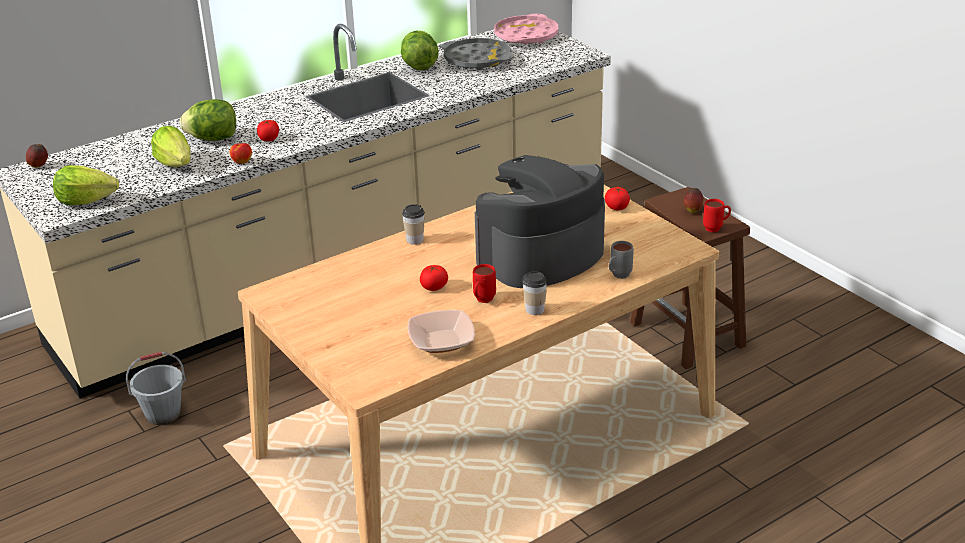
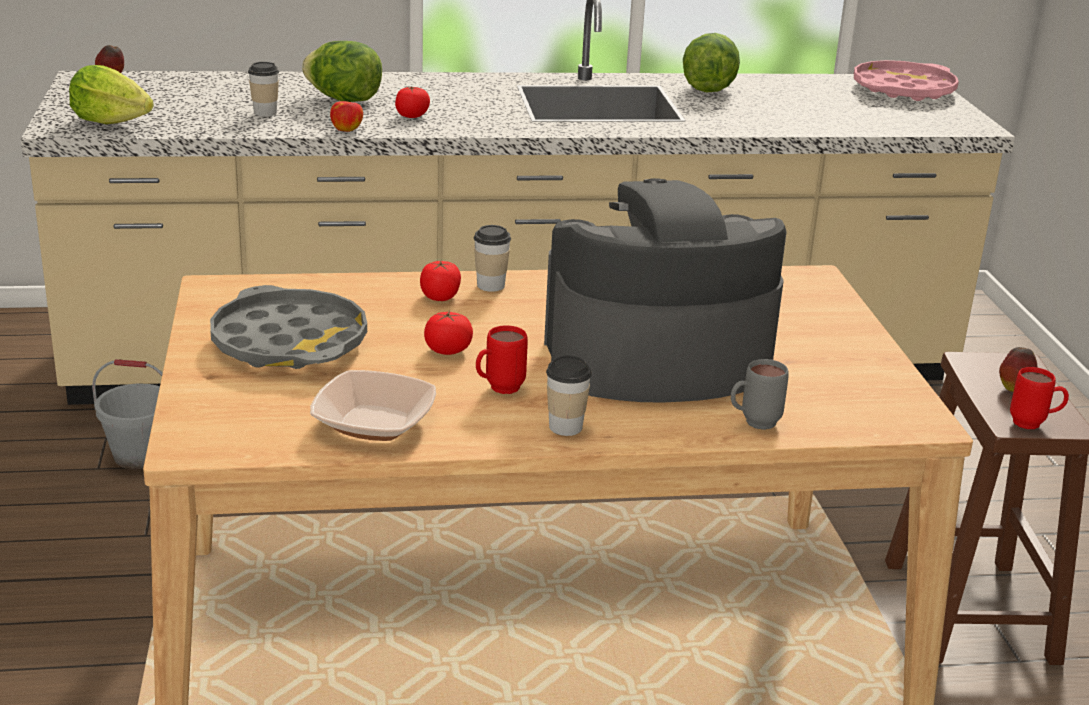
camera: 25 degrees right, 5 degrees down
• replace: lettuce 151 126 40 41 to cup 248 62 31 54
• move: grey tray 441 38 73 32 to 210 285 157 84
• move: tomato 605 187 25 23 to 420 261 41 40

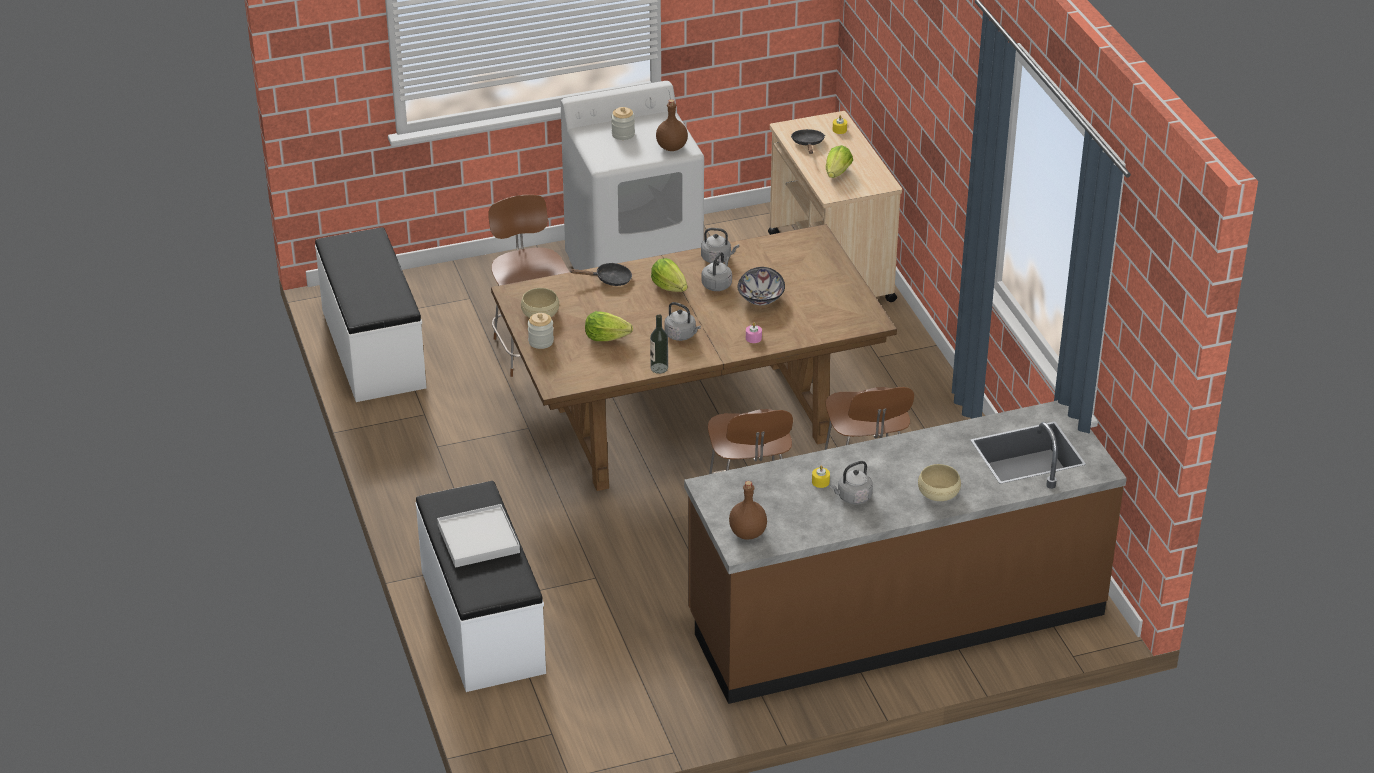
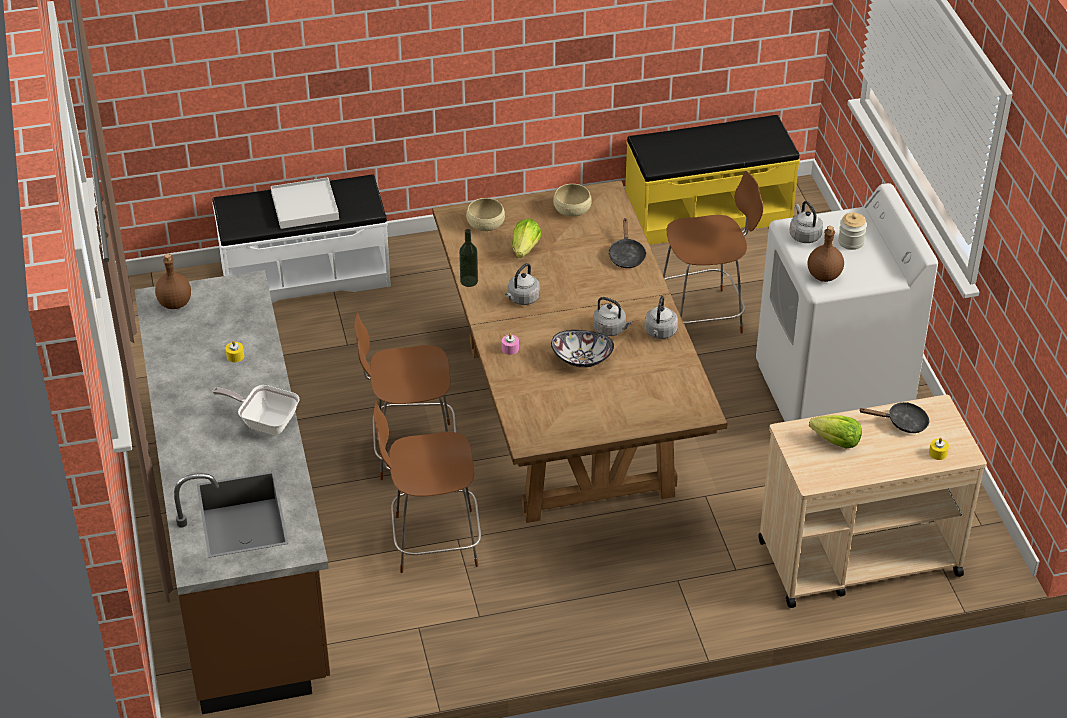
camera: 95 degrees right, 5 degrees up
• recolor: white bench 315 227 111 175 to yellow bench 625 115 175 130
• delete: jar 528 313 26 36
• delete: lettuce 651 258 37 34
• move: grey kettle 830 461 43 43 to 790 201 33 42
• move: beige bowl 918 464 43 37 to 466 198 39 33
• insert: frying pan 212 385 88 50

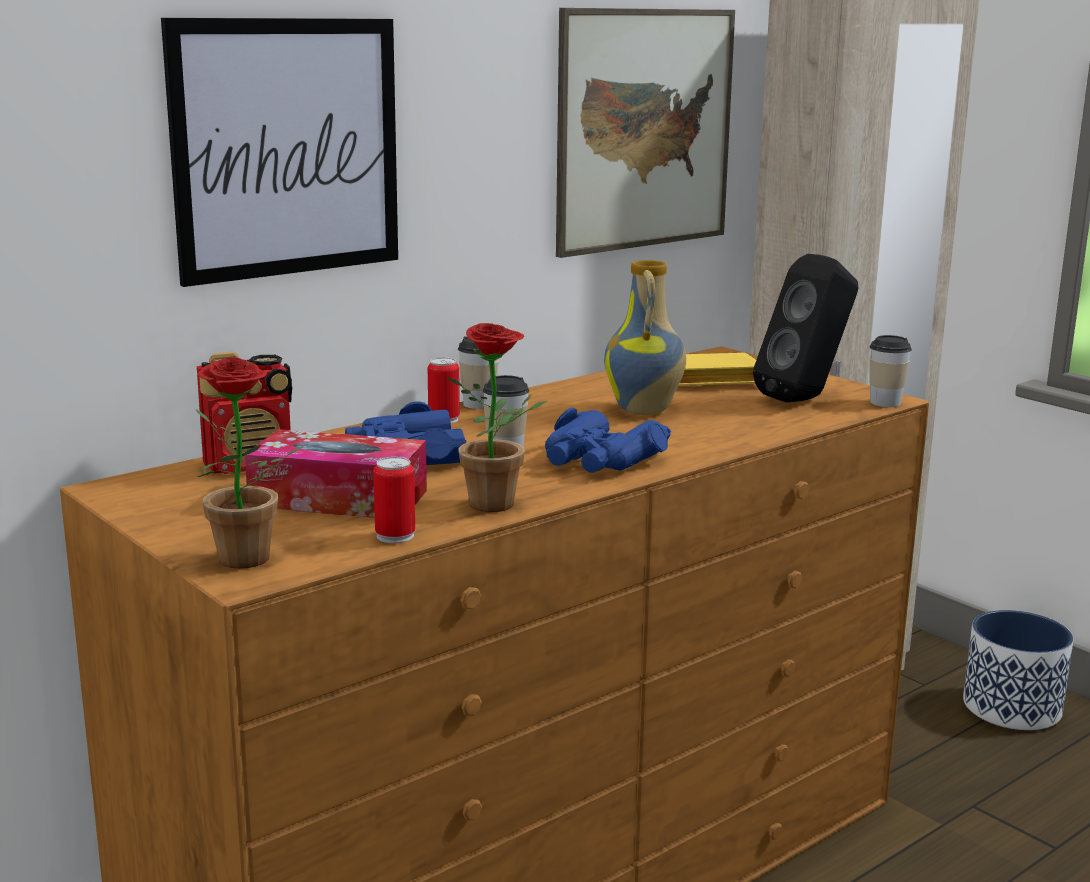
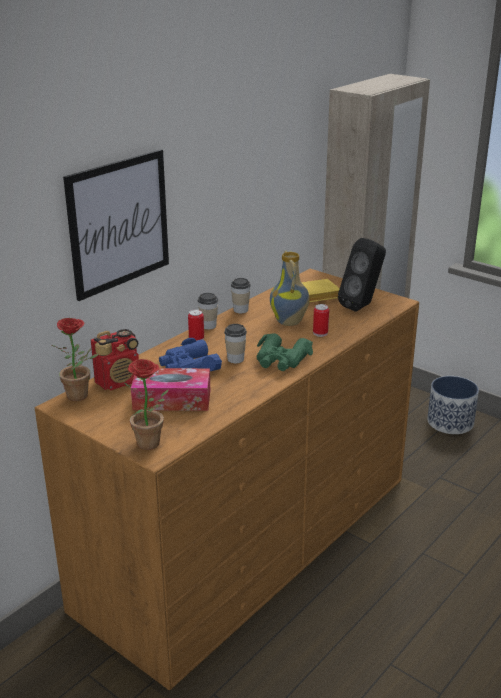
camera: 10 degrees left, 10 degrees up
• move: can 373 457 42 86 to 313 304 16 33
• move: potted plant 448 323 99 189 to 51 318 47 83
• recolor: blue binoculars 545 408 126 65 to green binoculars 257 333 56 38
• delete: picture 556 8 179 250
• move: cup 869 335 43 72 to 231 278 20 35

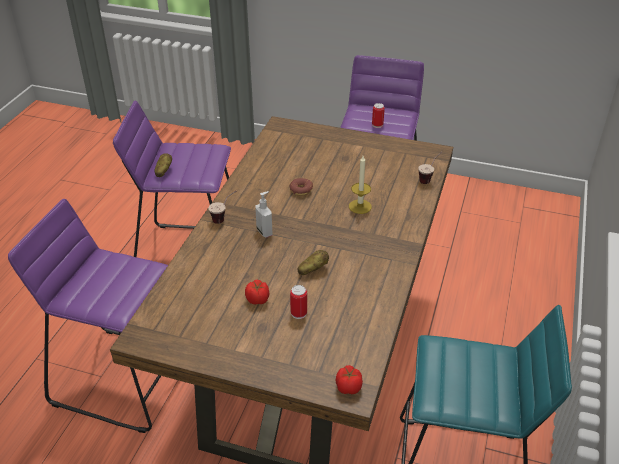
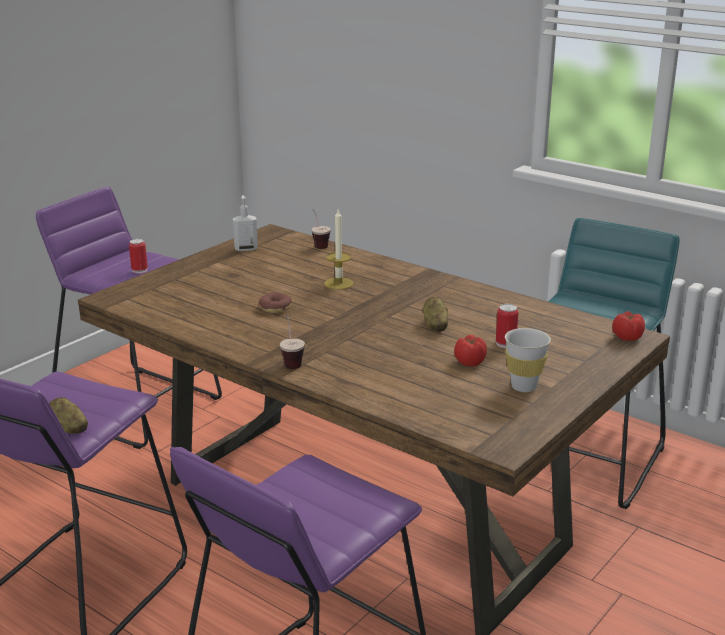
camera: 70 degrees left, 15 degrees down
• move: soap dispenser 255 191 17 47 to 233 195 25 56
• insert: white cup 505 328 46 64

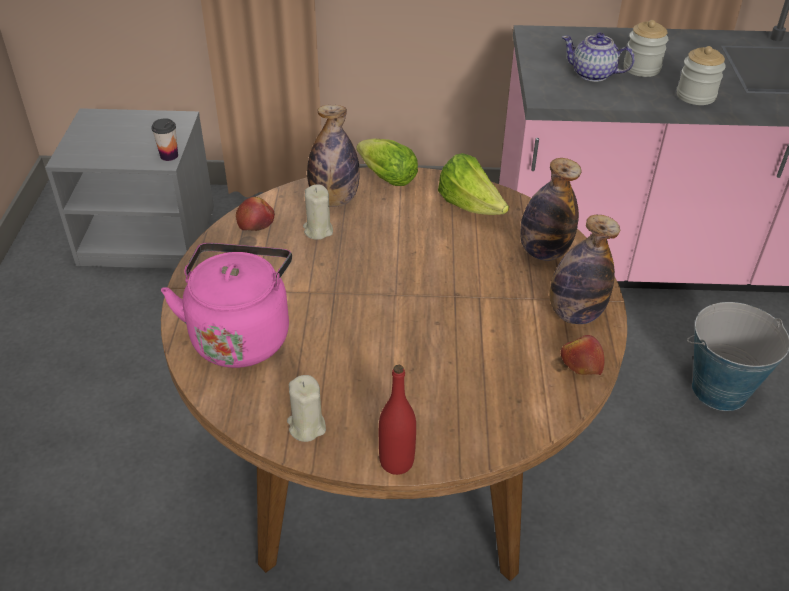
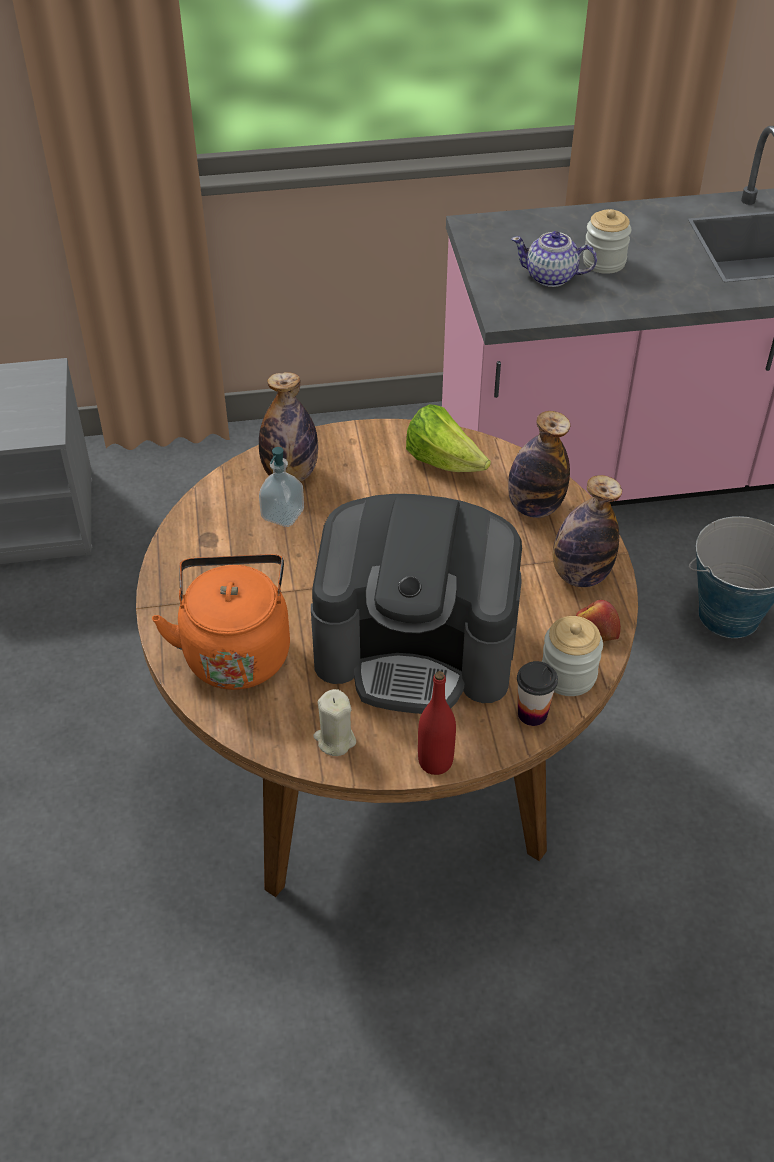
camera: 10 degrees left, 5 degrees up
• move: cup 151 118 27 43 to 517 661 41 65
• recolor: pink kettle 161 243 131 125 to orange kettle 152 554 138 136
• delete: apple 236 197 39 34
• replace: beige candle 303 184 30 56 to soap dispenser 259 447 45 80
• delete: lettuce 357 138 61 48
• move: jar 677 46 49 59 to 542 616 61 80
• insert: coffee machine 311 494 211 220

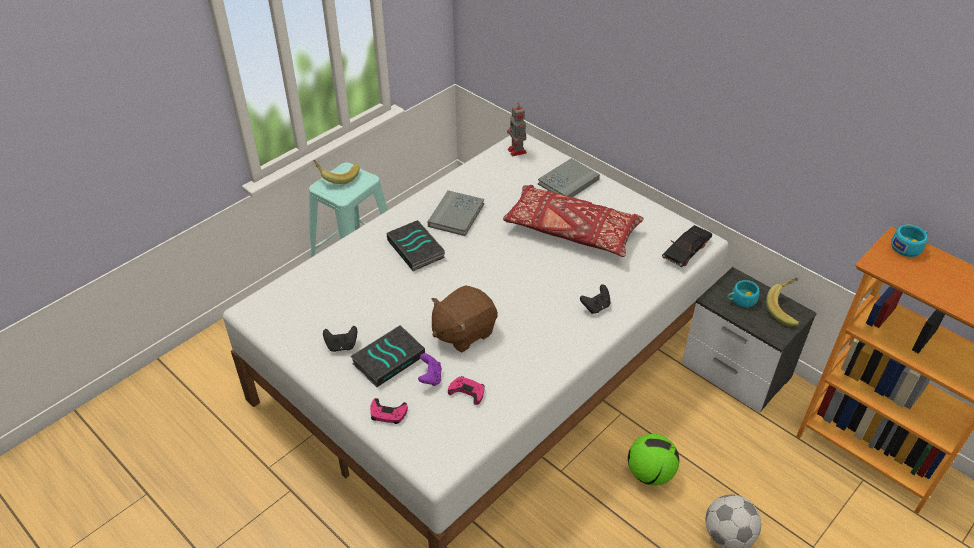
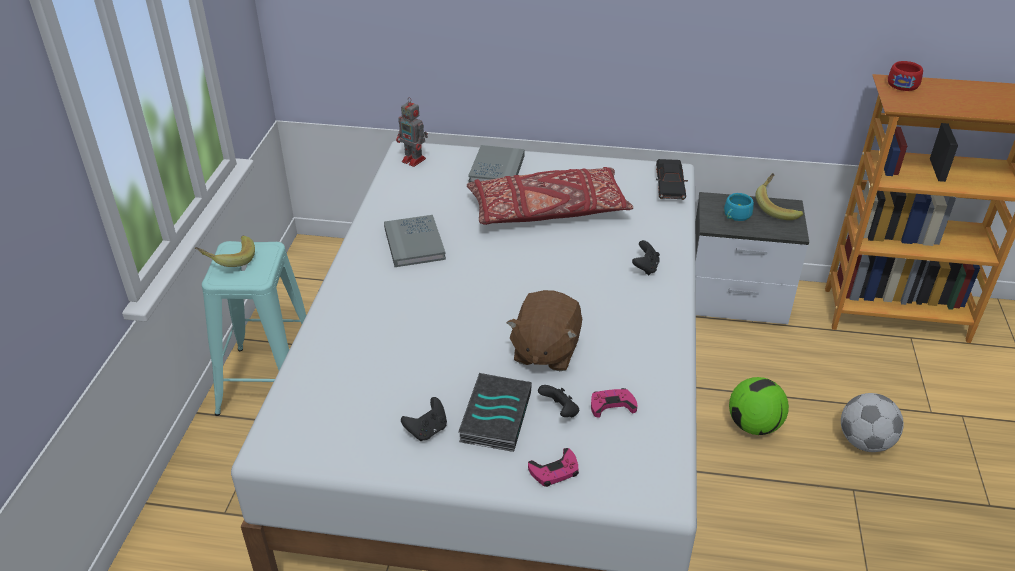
camera: 35 degrees left, 5 degrees down
• delete: book 386 220 59 51
• recolor: purple game controller 418 353 24 33 to black game controller 538 385 41 32
• recolor: turquoise cup 891 225 37 32 to red cup 888 61 35 30

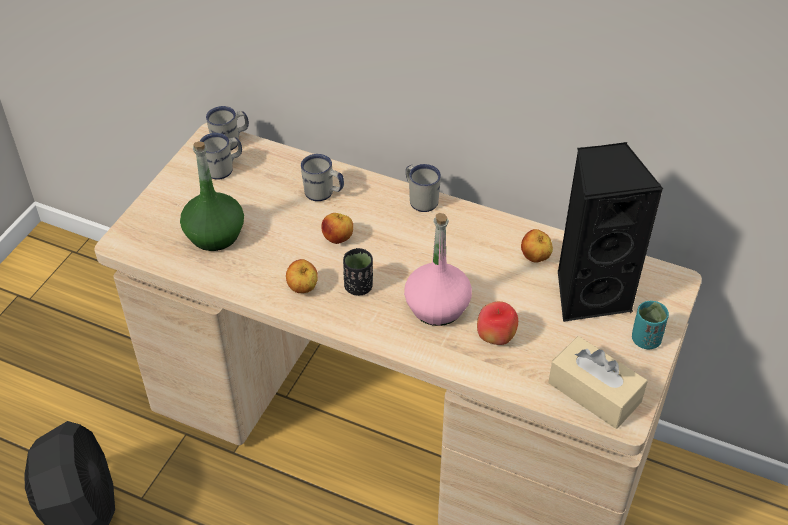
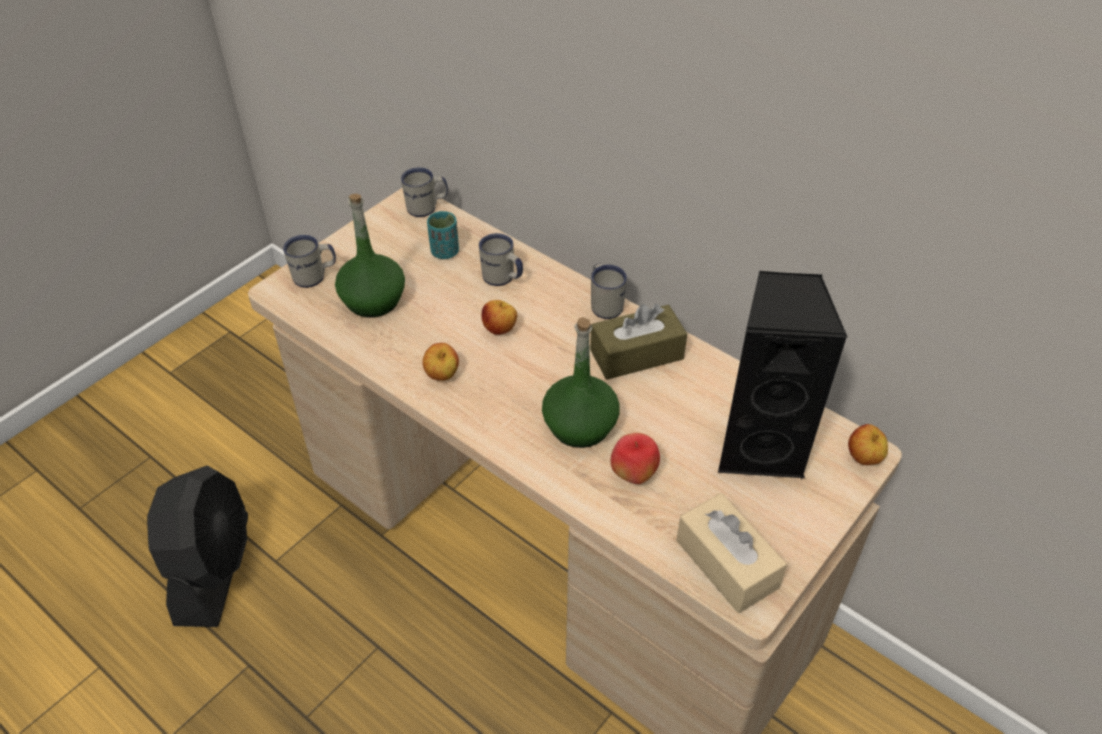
camera: 15 degrees right, 0 degrees up
• move: white mug 200 133 42 47 to 283 235 53 53
• delete: black cup 343 248 30 48
• recolor: pink bottle 404 213 68 113 to green bottle 542 317 78 131
• move: apple 521 229 32 34 to 848 424 40 41
• move: turquoise cup 632 301 37 48 to 427 211 32 48
• insert: brown tissue box 590 304 97 76

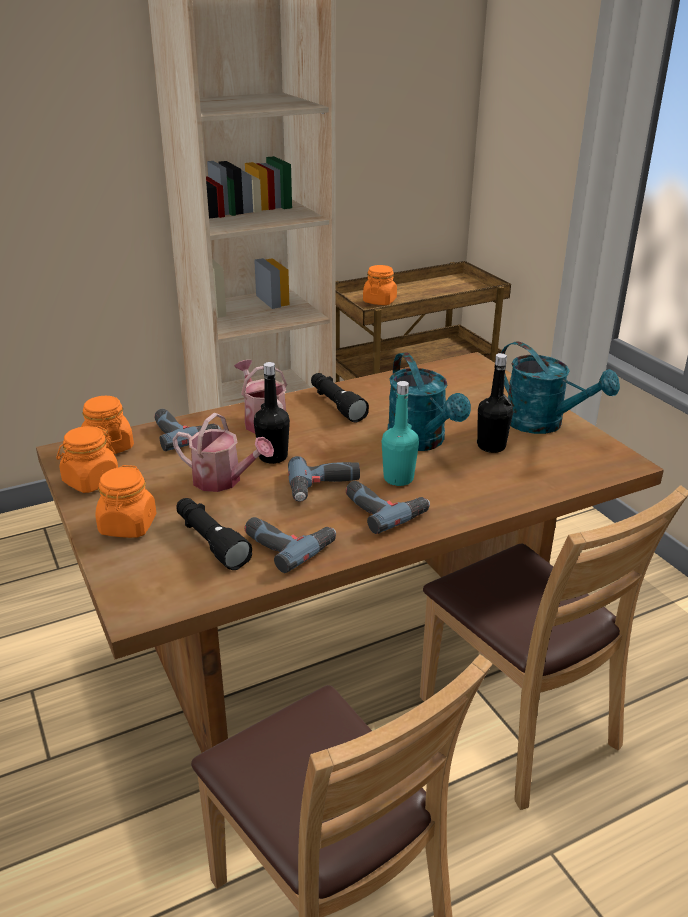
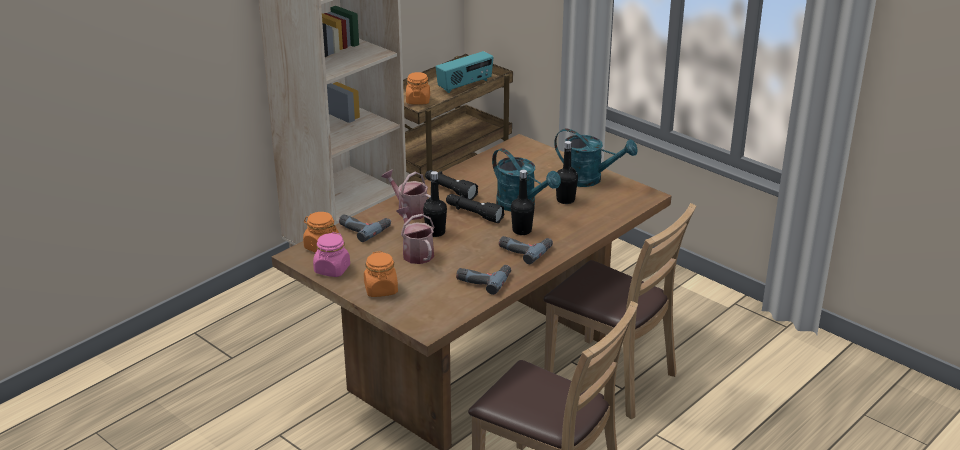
camera: 20 degrees left, 0 degrees up
• recolor: orange jar 56 426 62 67 to pink jar 313 232 37 45
• rotate: watering can 172 413 102 79 = 396 207 39 57 120 degrees counterclockwise
• move: black flashlight 176 498 76 72 to 446 194 58 29
• delete: power drill 288 456 72 46
• recolor: turquoise bottle 382 381 37 105 to black bottle 511 170 23 65
• insert: radio 436 51 57 42

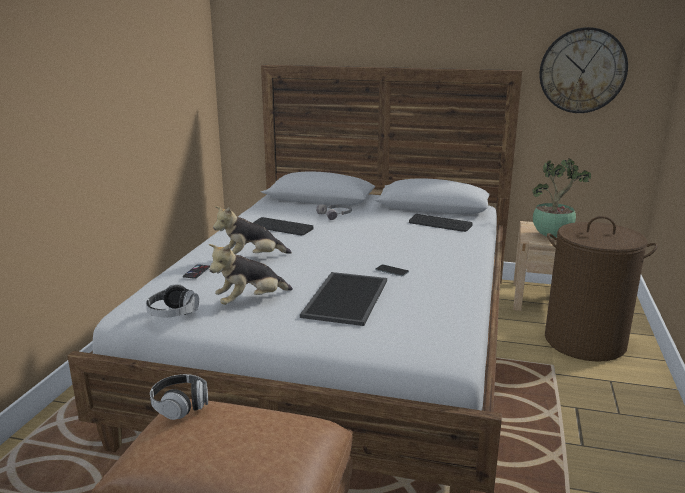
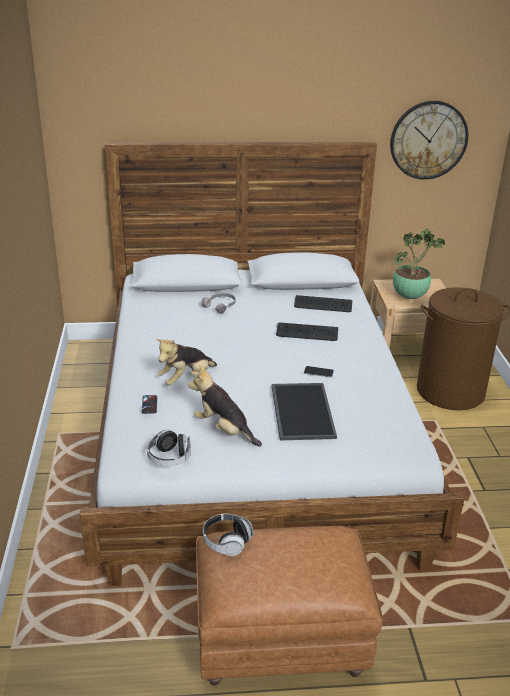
camera: 20 degrees left, 10 degrees up
• rotate: plush toy 209 244 84 61 = 188 365 74 82 90 degrees clockwise
• move: keyboard 253 217 60 18 to 276 323 62 18

